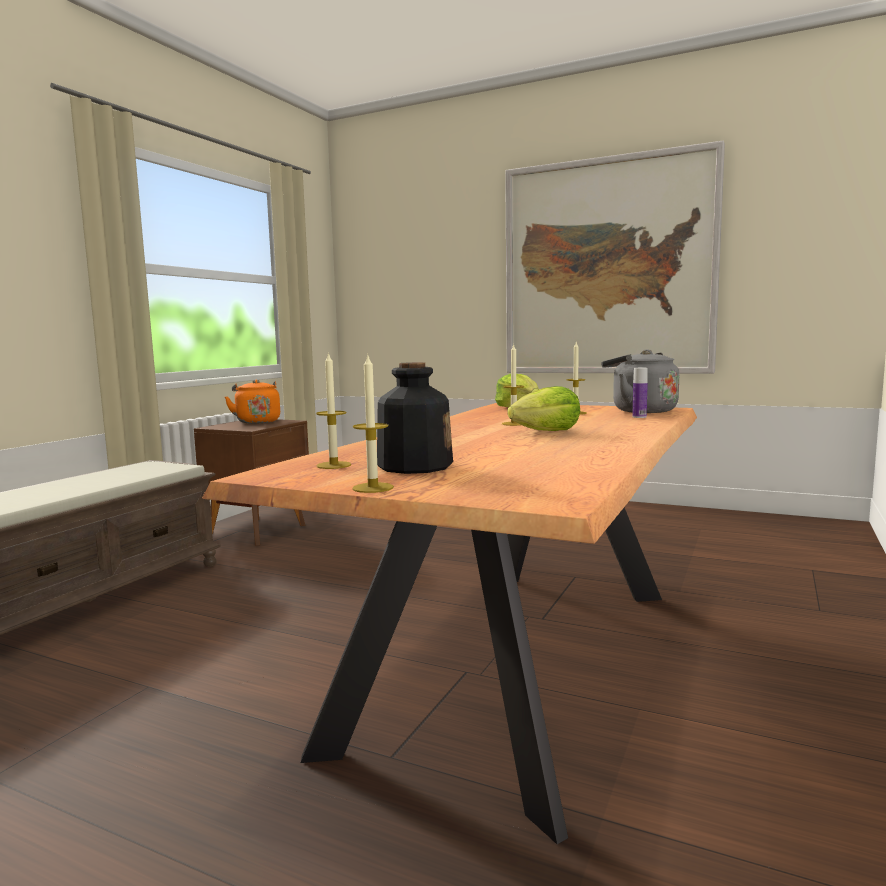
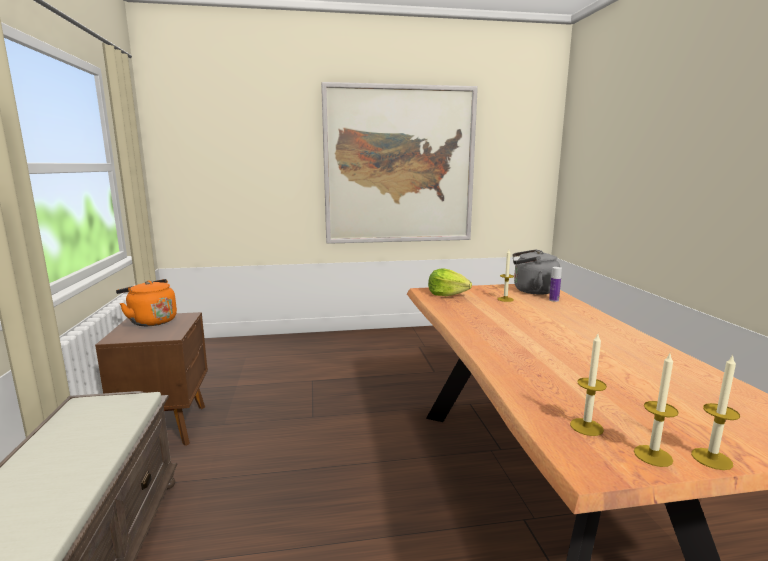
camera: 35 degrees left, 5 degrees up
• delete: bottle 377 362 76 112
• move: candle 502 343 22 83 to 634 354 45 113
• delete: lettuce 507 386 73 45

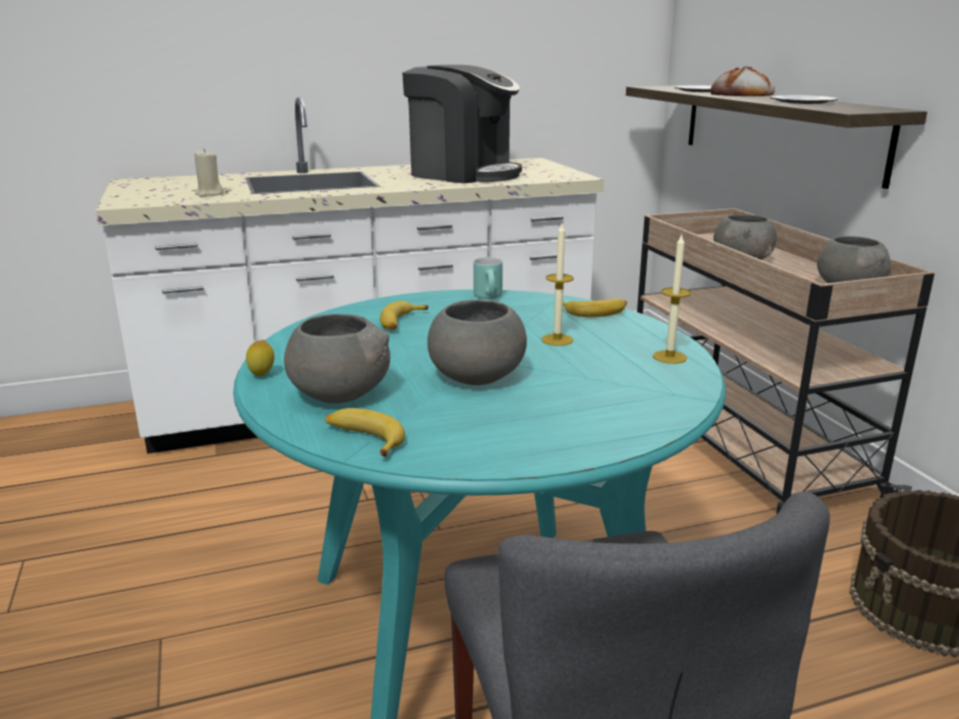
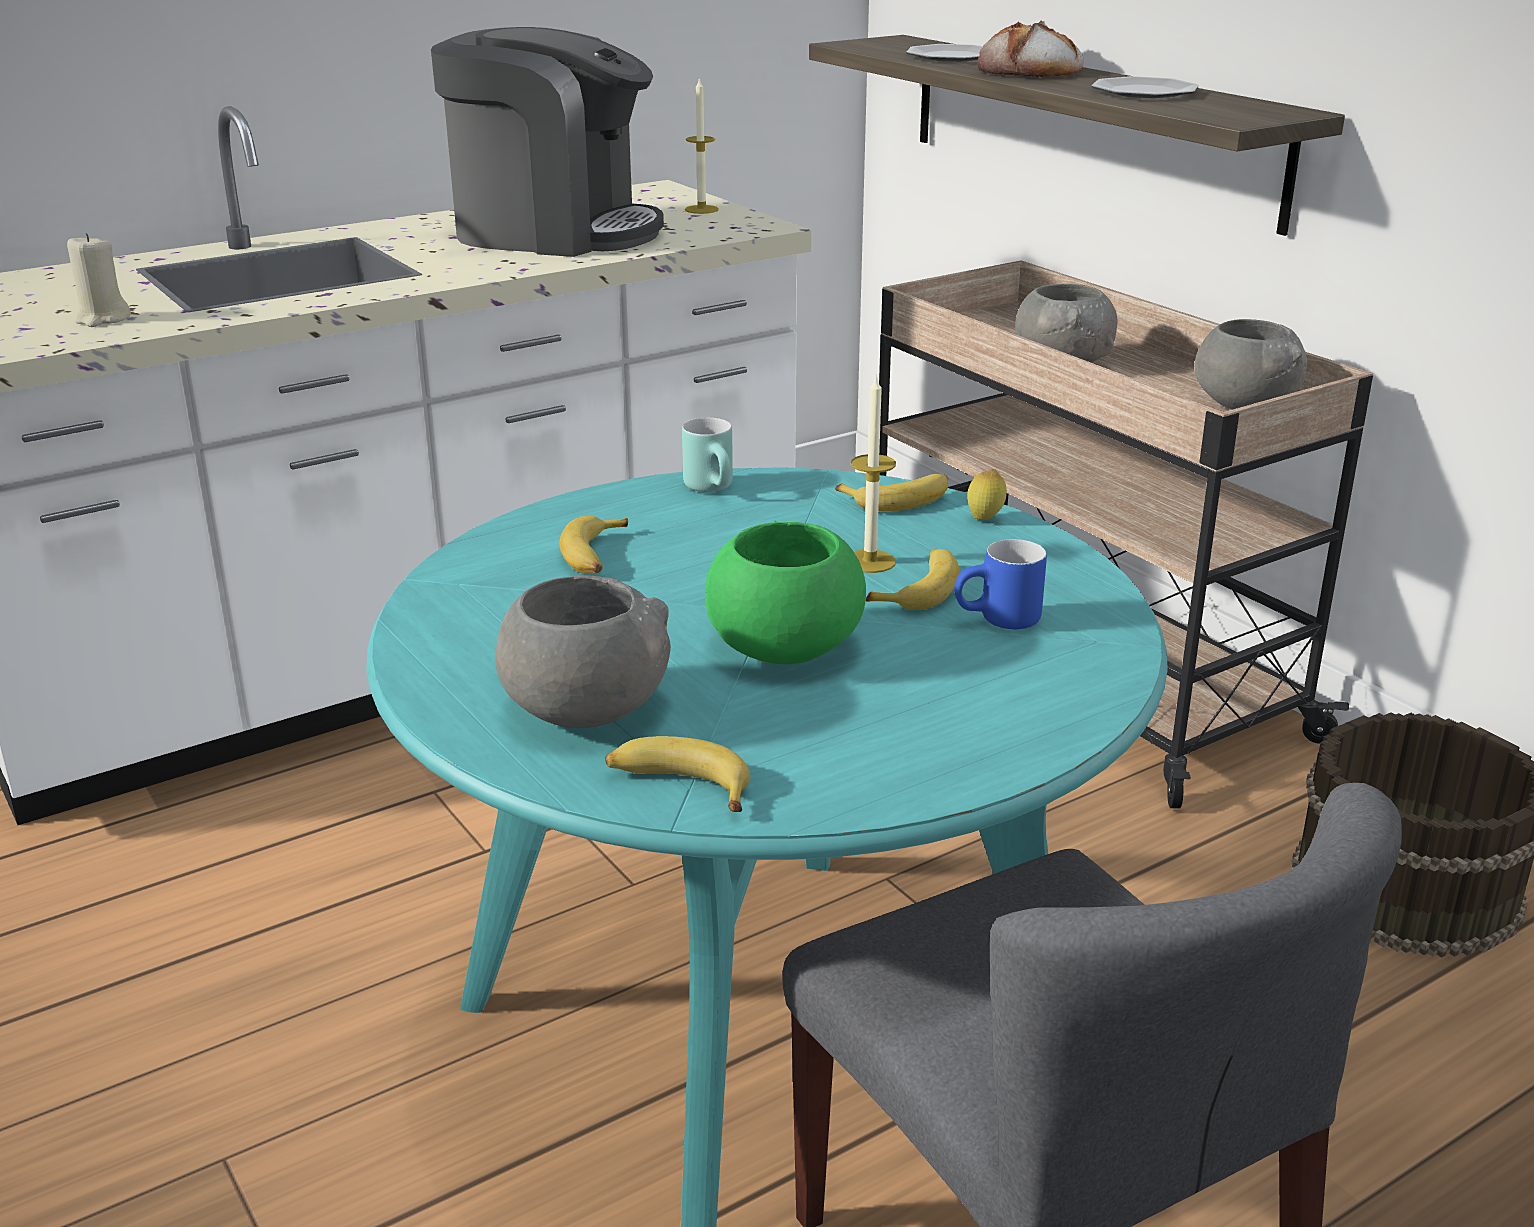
camera: 15 degrees left, 5 degrees up
• move: lemon 246 340 28 36 to 967 469 40 51
• recolor: grey bowl 427 300 100 85 to green bowl 705 521 161 143
• move: candle 653 233 38 131 to 685 77 34 137
• insert: banana 866 549 94 61
• insert: blue mug 954 539 93 90

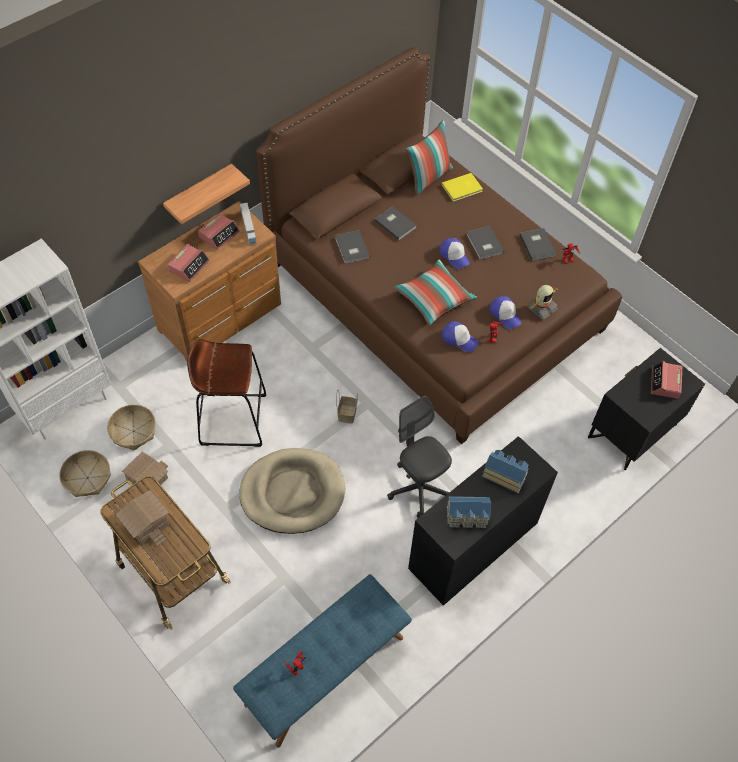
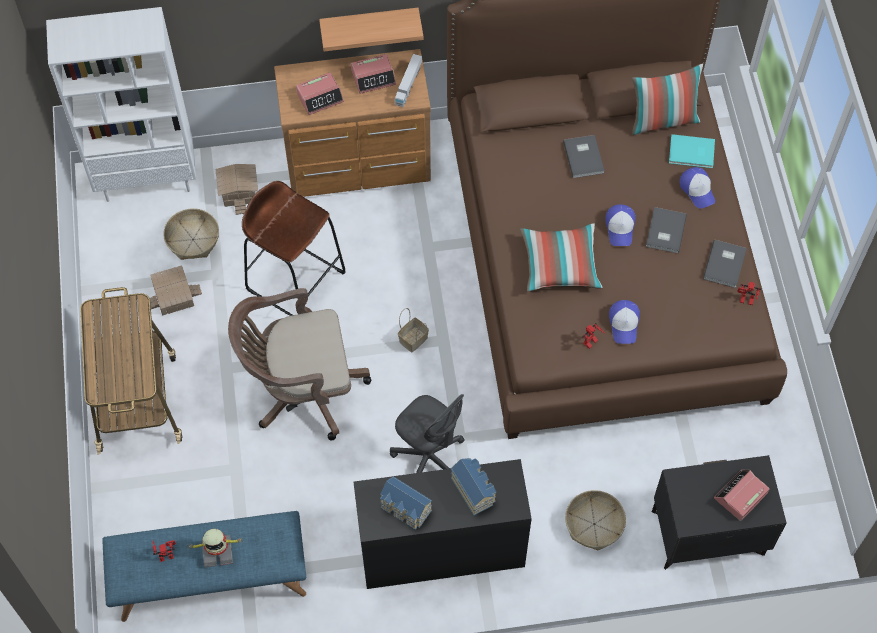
camera: 35 degrees right, 5 degrees up
• move: basket 59 450 52 47 to 565 490 61 61
• move: toy house 116 490 53 57 to 216 164 42 51
• replace: beige dog bed 239 448 107 86 to brown office chair 228 288 143 152
• delete: grey book 335 230 35 34
• rotate: grey office chair 387 396 65 122 = 390 394 75 79 135 degrees clockwise
• recolor: yellow book 442 173 41 29 to turquoise book 669 134 46 34
• move: cap 442 321 37 31 to 680 167 35 42
• move: toy robot 527 285 31 35 to 186 529 56 38

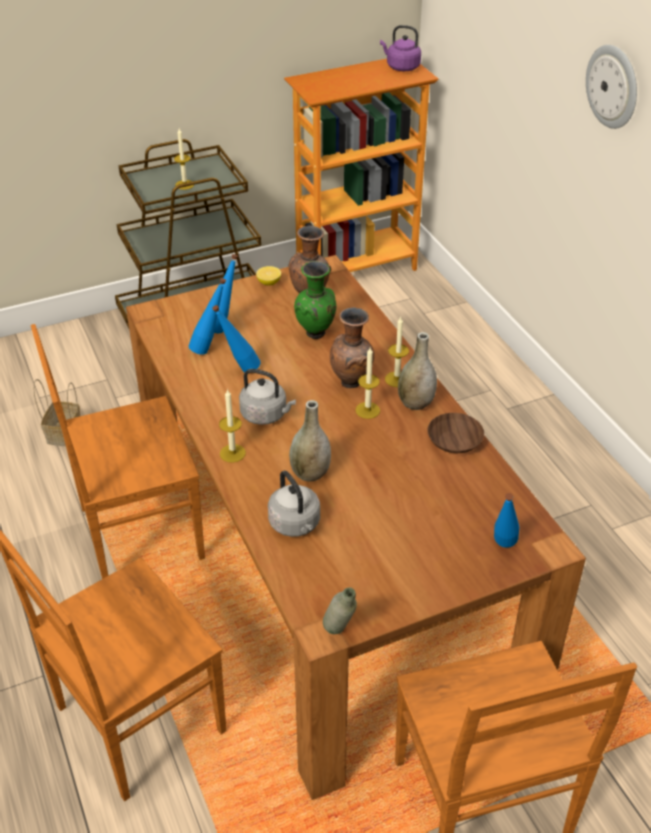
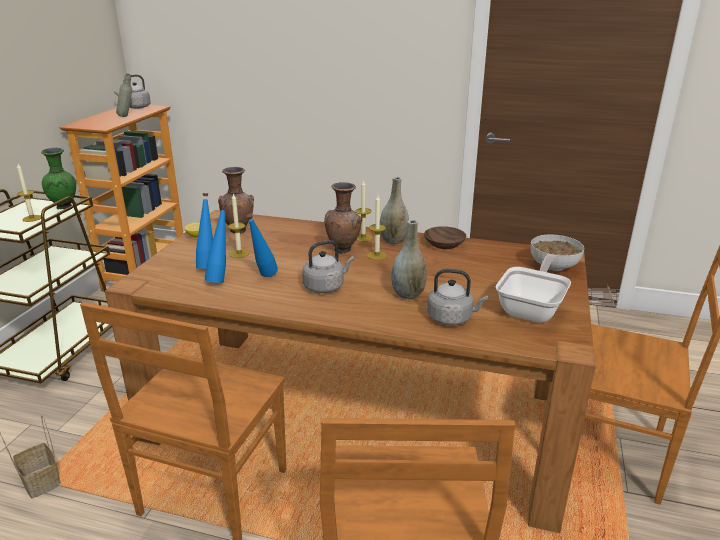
camera: 50 degrees left, 15 degrees down
• move: candle 219 389 27 74 to 228 193 21 65
• move: green vase 294 261 42 78 to 41 148 35 62
• move: grey bottle 323 587 34 47 to 116 73 16 44
• recolor: purple kettle 380 25 41 46 to grey kettle 114 75 37 34
• replace: blue bottle 494 493 25 55 to bowl 530 234 54 37
• delete: wall clock 586 45 51 84
• insert: frying pan 496 254 75 69

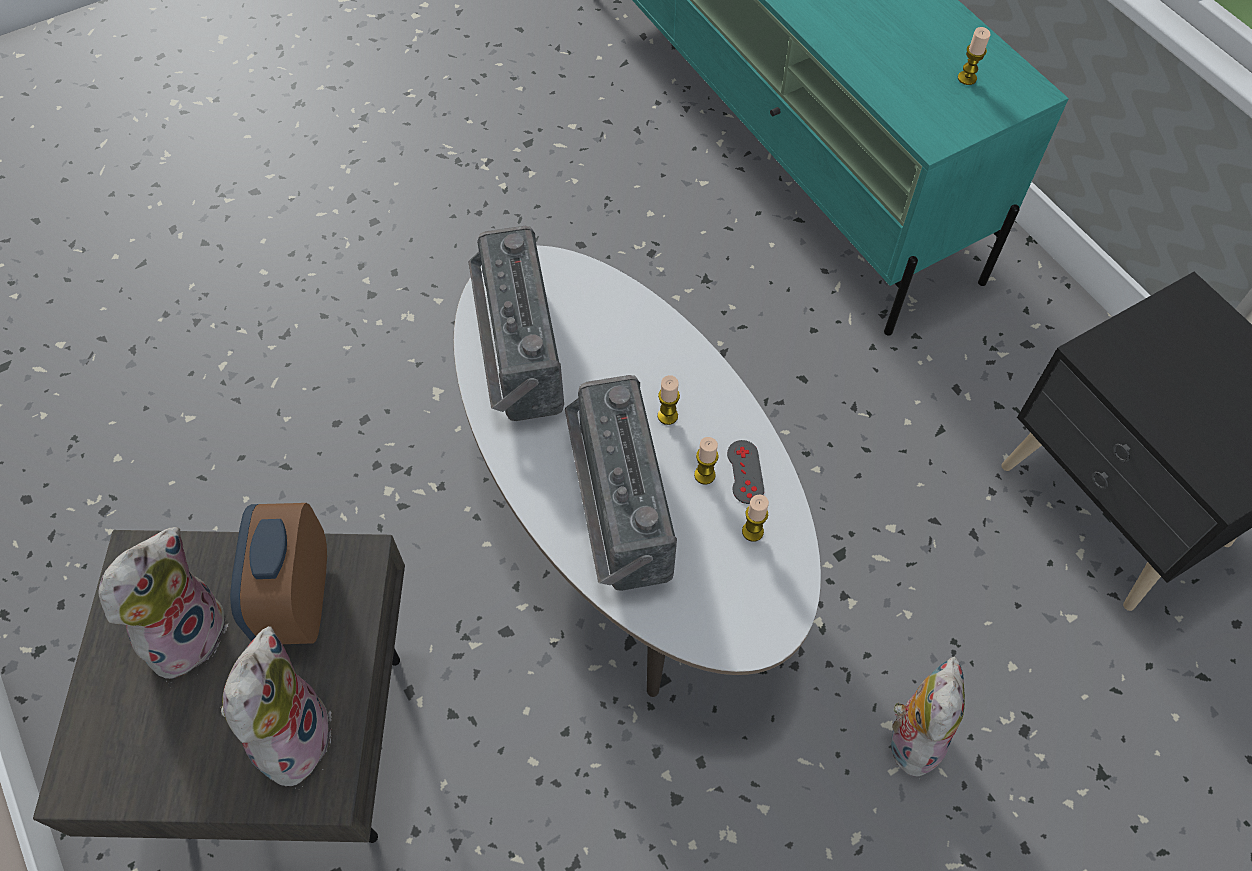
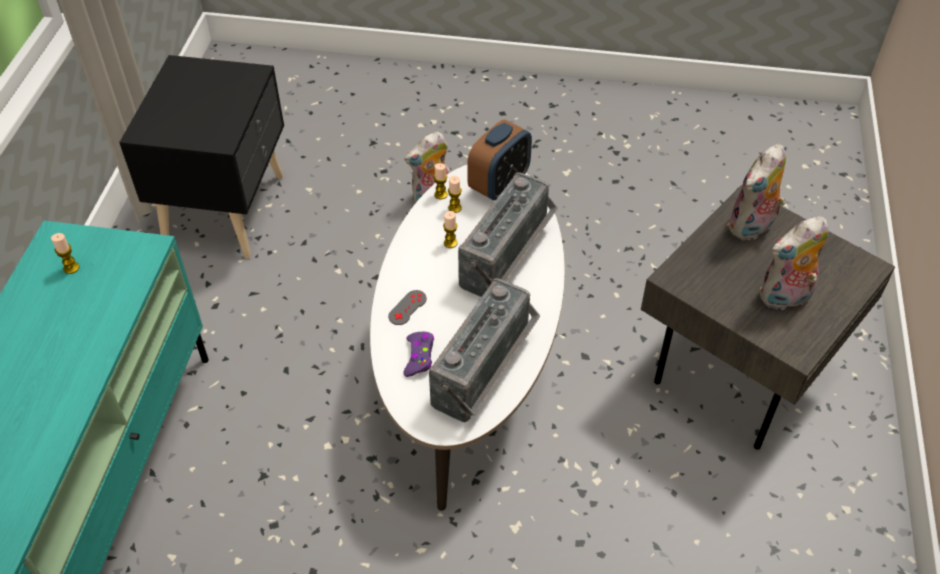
camera: 140 degrees left, 10 degrees down
• move: alarm clock 230 503 97 141 to 467 120 65 80
• move: candle 658 375 22 50 to 434 163 13 36
• move: grey game controller 727 440 37 64 to 388 290 39 35
• insert: purple game controller 403 332 31 45

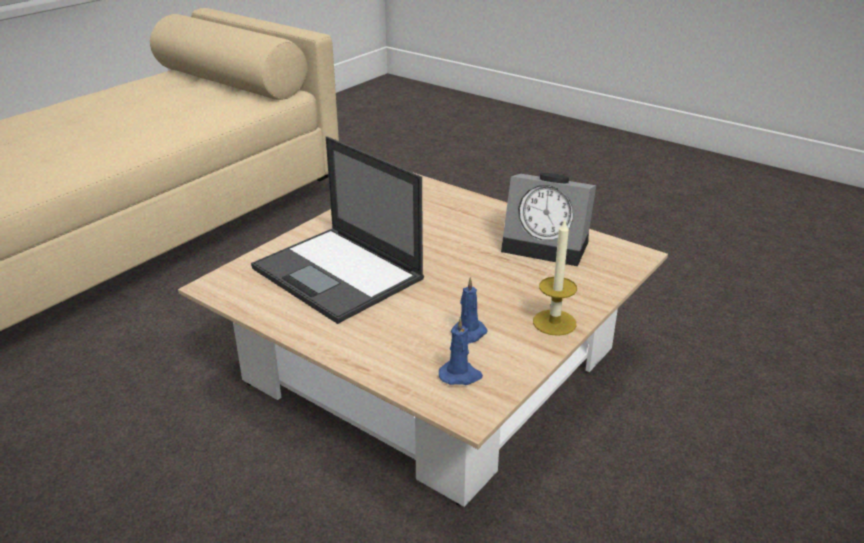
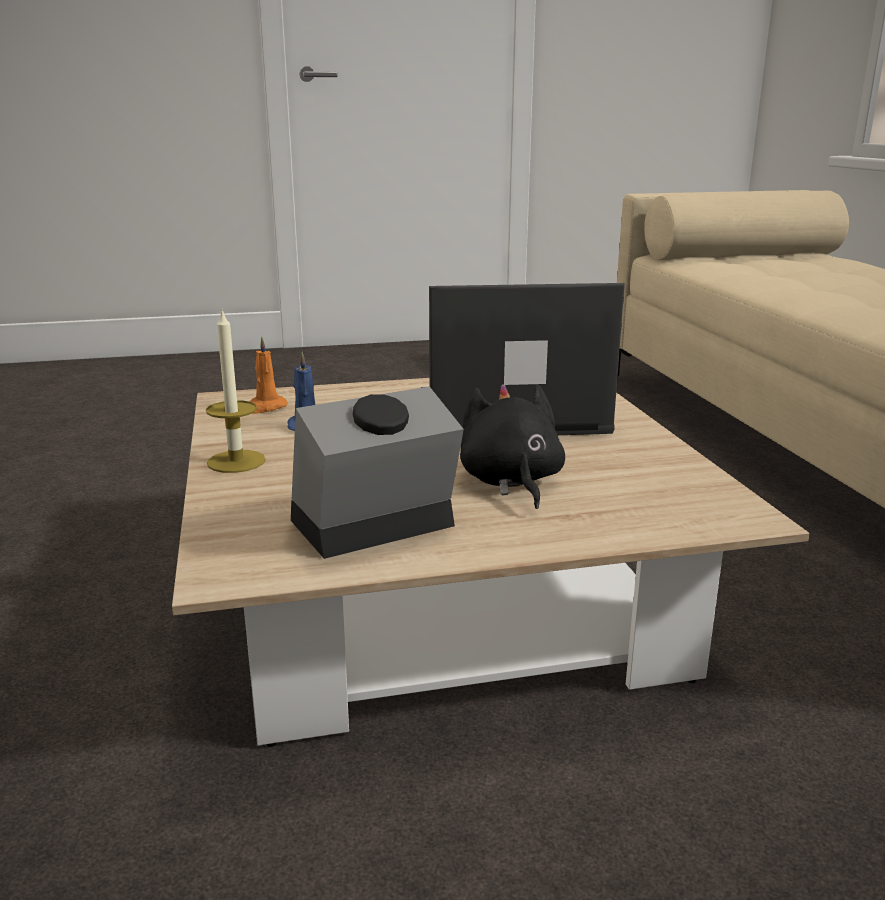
camera: 130 degrees right, 10 degrees down
• recolor: blue candle 439 317 44 68 to orange candle 249 336 39 78
• insert: black plush toy 460 384 105 125

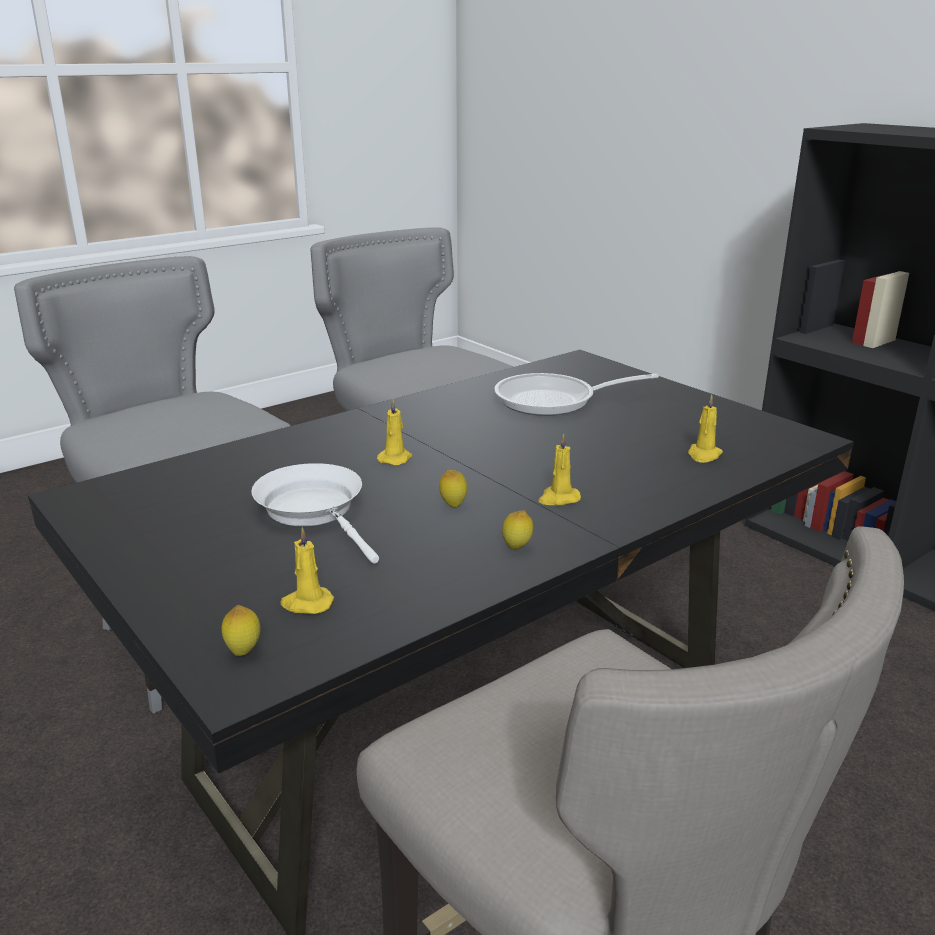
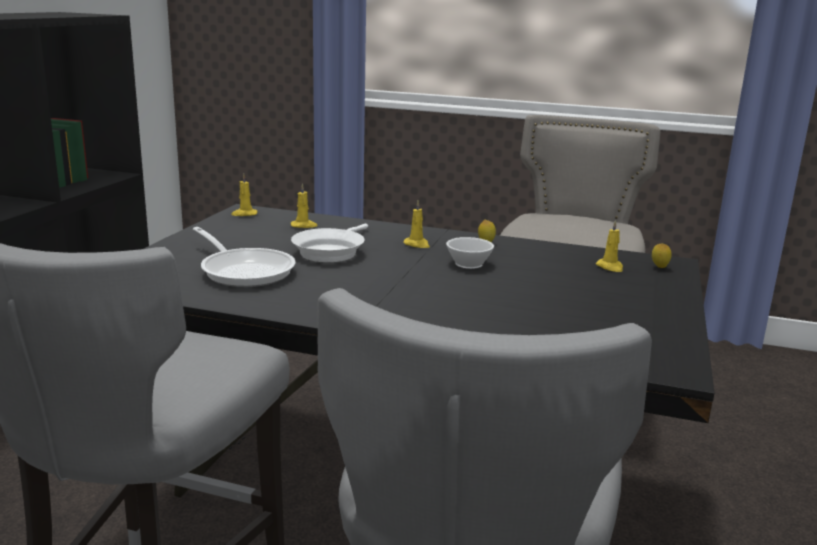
camera: 125 degrees left, 5 degrees down
• move: white frying pan 251 463 128 101 to 291 224 77 38
• move: yellow candle 377 399 35 66 to 231 174 26 42
• replace: lemon 439 469 28 39 to white cup 446 237 48 32

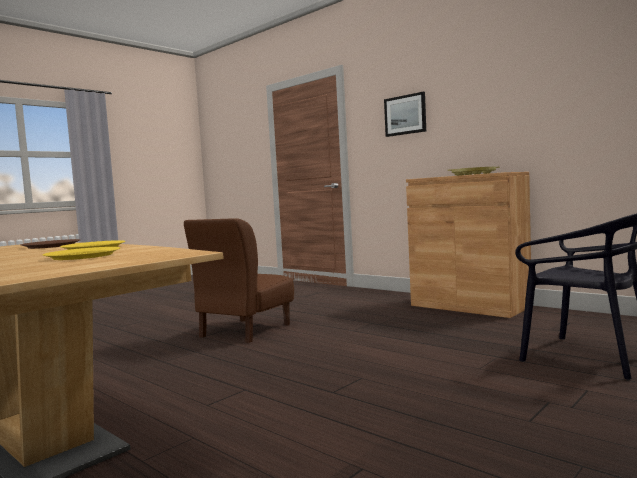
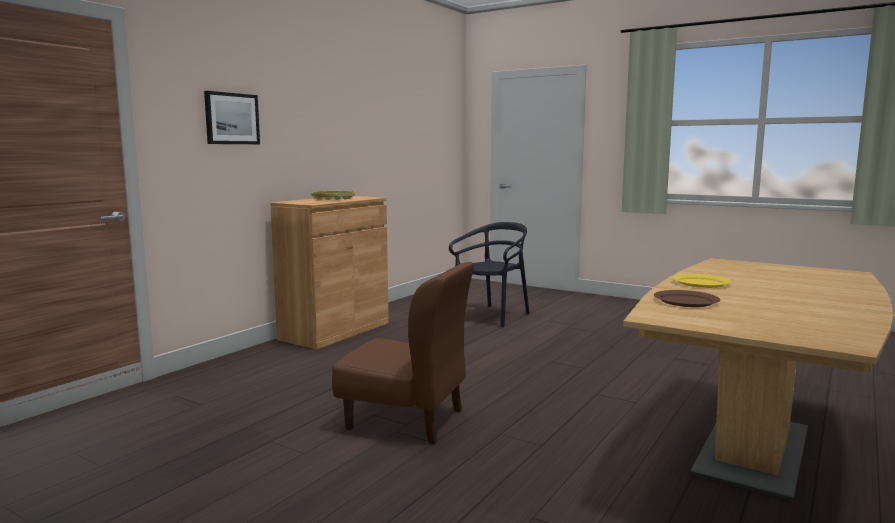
camera: 100 degrees left, 5 degrees up
• delete: yellow plate 43 247 77 13

